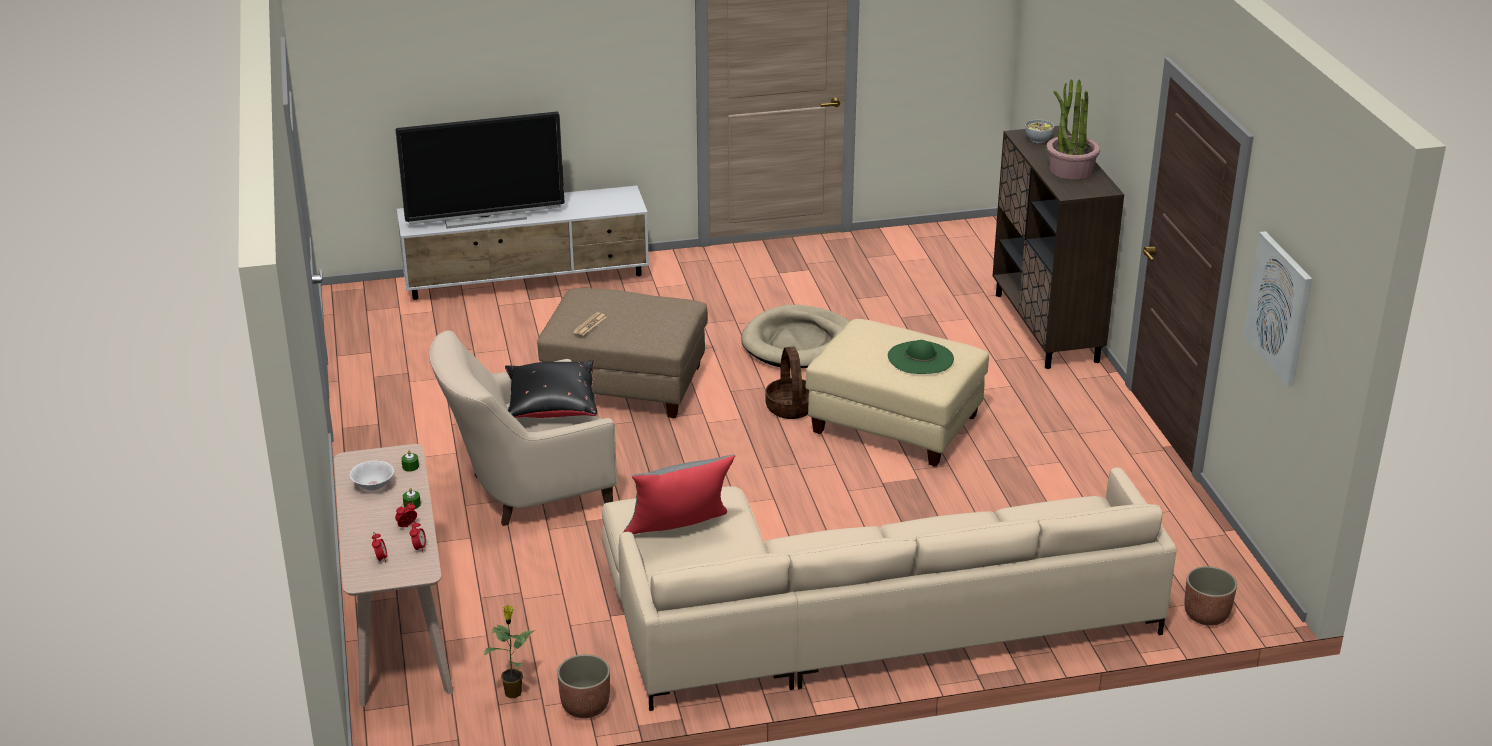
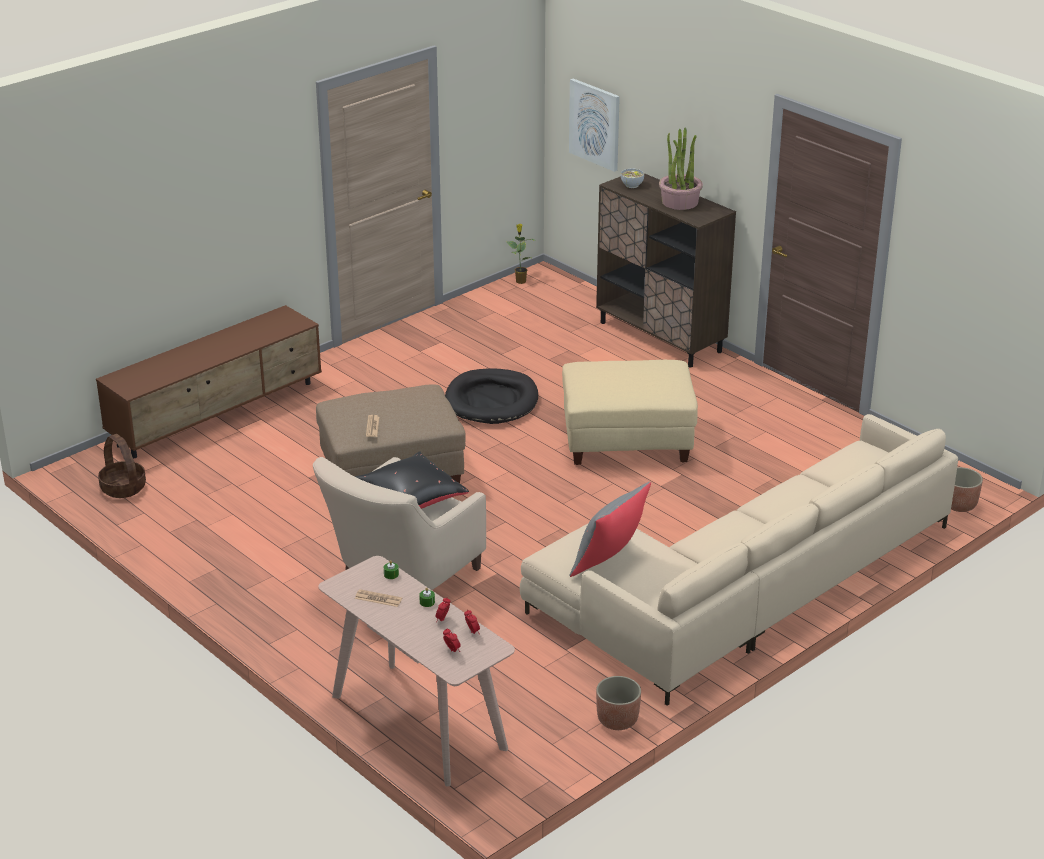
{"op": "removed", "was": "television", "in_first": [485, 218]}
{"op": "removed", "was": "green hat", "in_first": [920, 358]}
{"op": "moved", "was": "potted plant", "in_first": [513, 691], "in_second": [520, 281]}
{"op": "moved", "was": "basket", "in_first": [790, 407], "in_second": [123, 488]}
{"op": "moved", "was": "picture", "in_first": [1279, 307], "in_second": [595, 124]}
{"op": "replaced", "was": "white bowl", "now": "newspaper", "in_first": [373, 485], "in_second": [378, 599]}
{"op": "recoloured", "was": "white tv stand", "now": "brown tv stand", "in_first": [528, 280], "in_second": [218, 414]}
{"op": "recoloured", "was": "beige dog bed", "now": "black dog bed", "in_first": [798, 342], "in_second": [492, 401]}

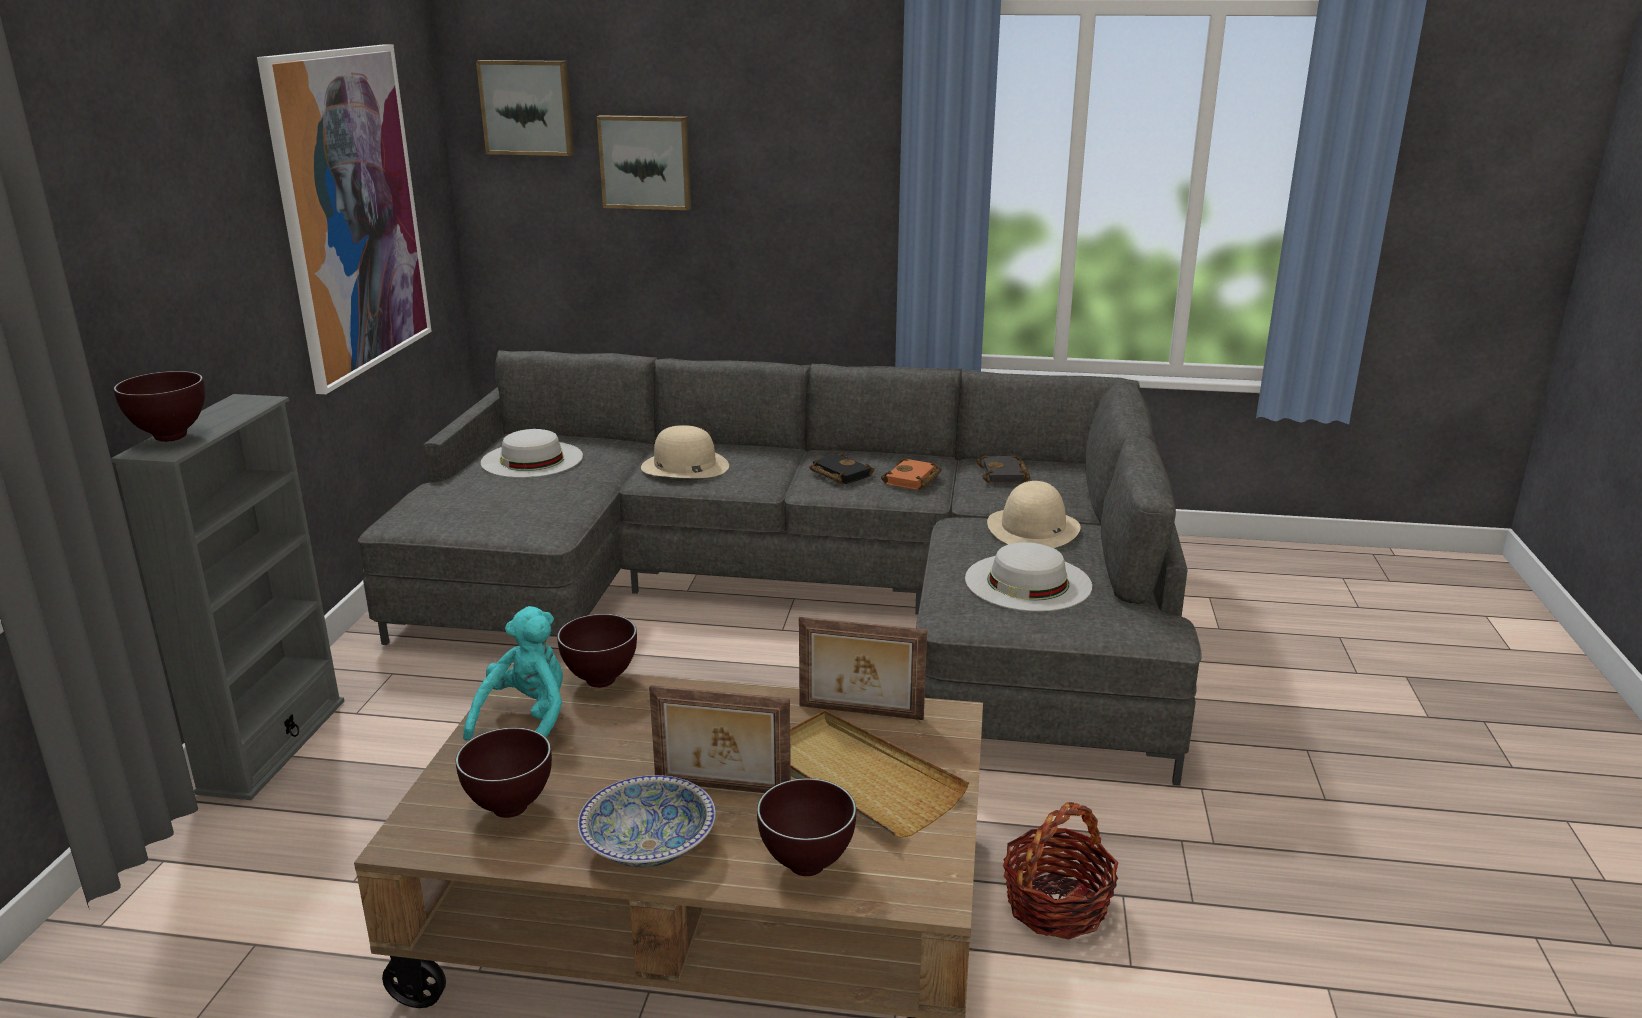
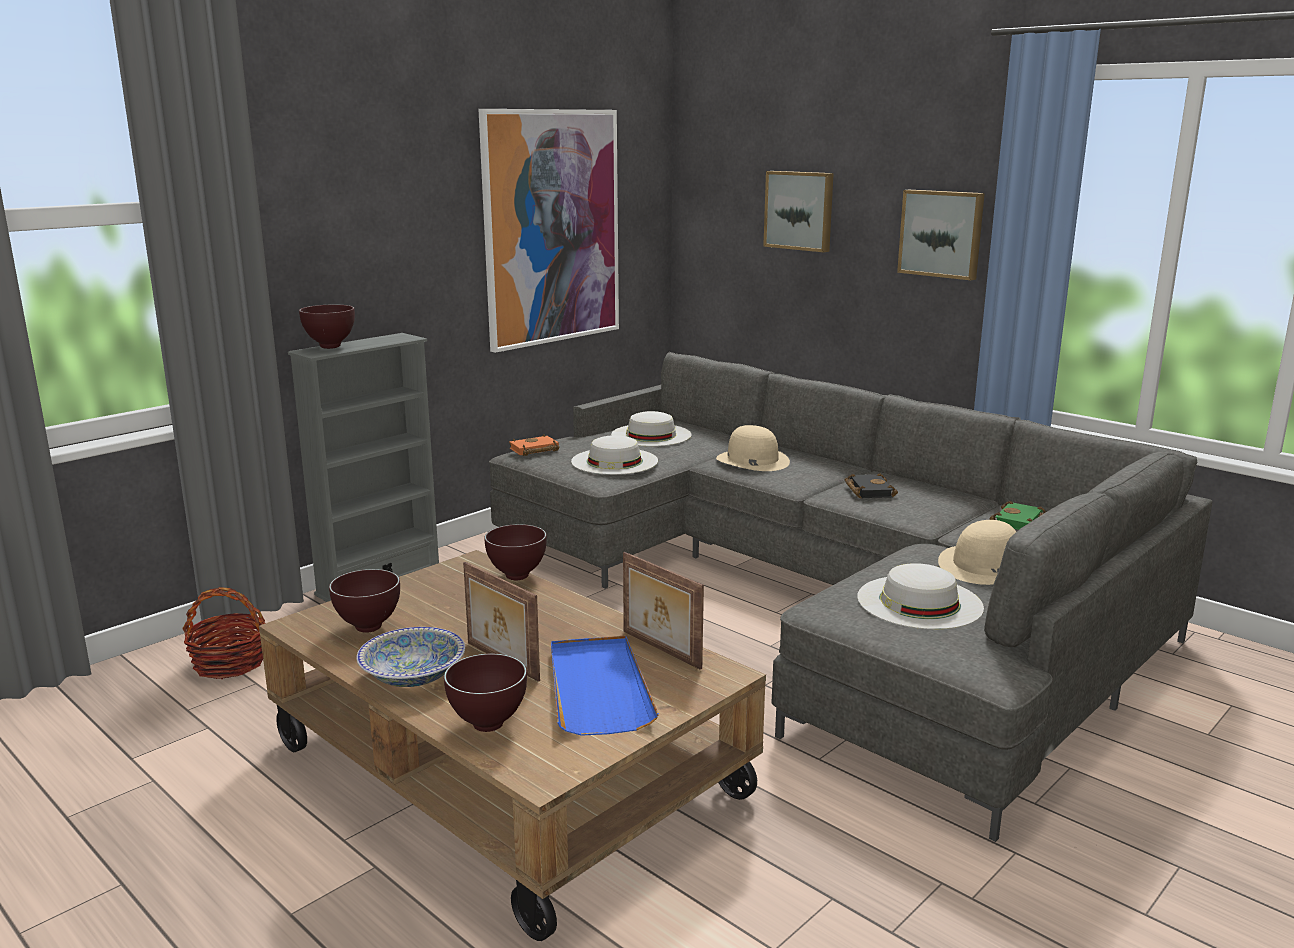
{"op": "removed", "was": "turquoise plush toy", "in_first": [527, 722]}
{"op": "added", "now": "white hat", "in_second": [614, 461]}
{"op": "moved", "was": "picture", "in_first": [527, 107], "in_second": [942, 233]}
{"op": "moved", "was": "orange book", "in_first": [913, 480], "in_second": [534, 450]}
{"op": "moved", "was": "basket", "in_first": [1056, 905], "in_second": [230, 663]}
{"op": "recoloured", "was": "beige tray", "now": "blue tray", "in_first": [858, 779], "in_second": [598, 688]}
{"op": "recoloured", "was": "black book", "now": "green book", "in_first": [1005, 475], "in_second": [1020, 522]}

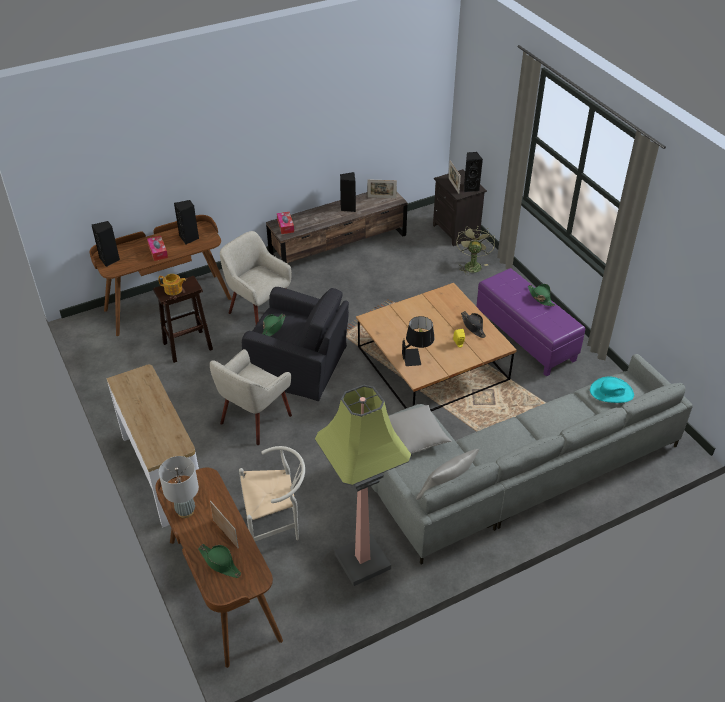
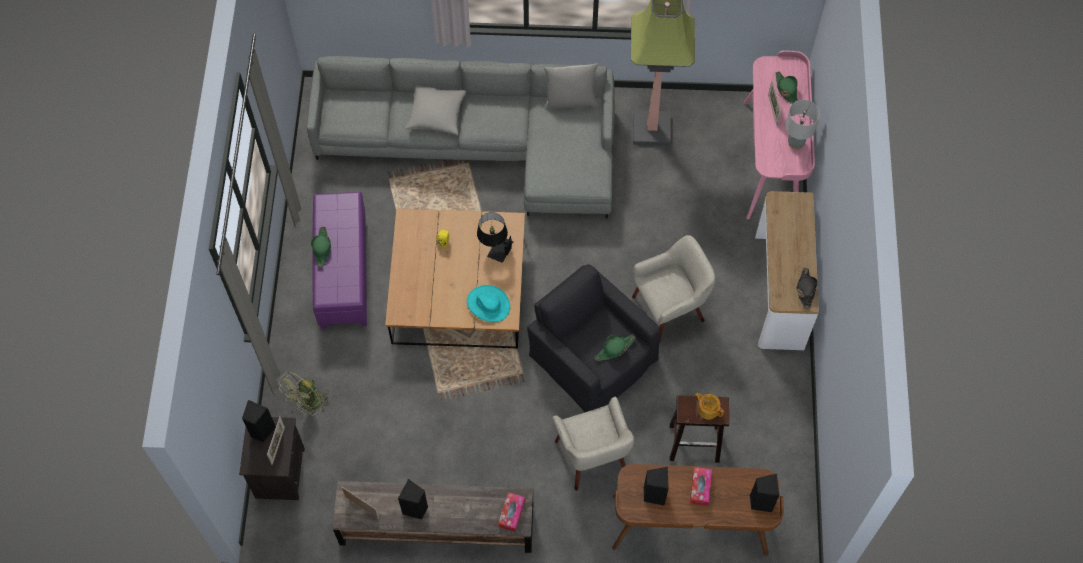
{"op": "removed", "was": "white chair", "in_first": [276, 526]}
{"op": "moved", "was": "grey pillow", "in_first": [414, 437], "in_second": [436, 114]}
{"op": "moved", "was": "black hat", "in_first": [473, 327], "in_second": [805, 289]}
{"op": "moved", "was": "turquoise hat", "in_first": [611, 392], "in_second": [488, 304]}
{"op": "recoloured", "was": "brown desk", "now": "pink desk", "in_first": [222, 589], "in_second": [771, 160]}

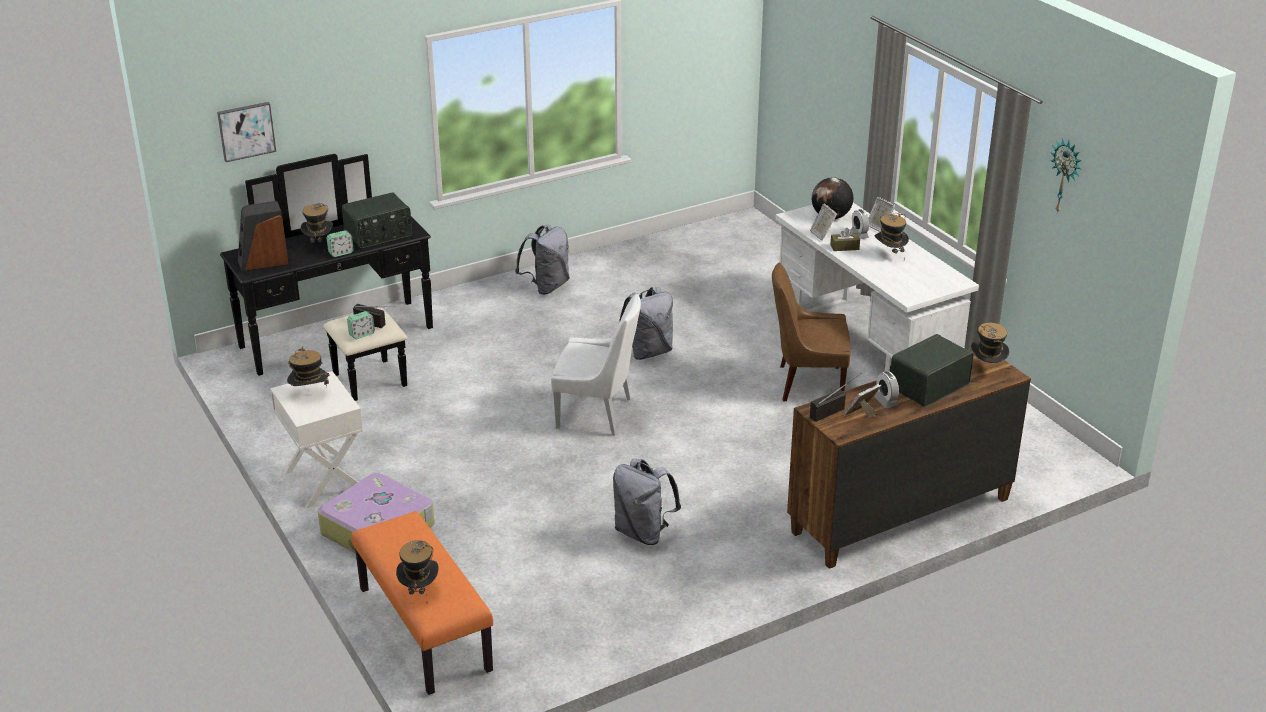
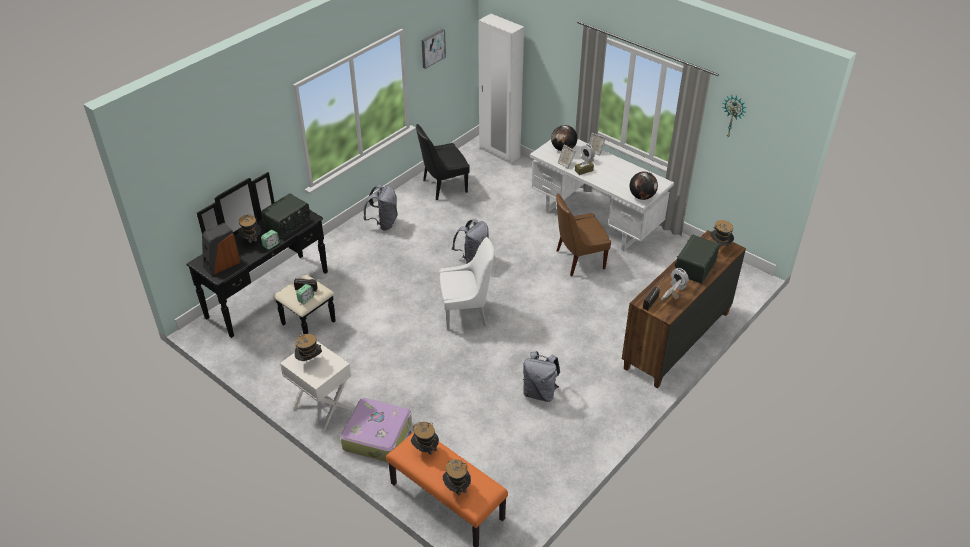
{"op": "added", "now": "black chair", "in_second": [443, 186]}
{"op": "added", "now": "white wardrobe", "in_second": [499, 153]}
{"op": "added", "now": "globe", "in_second": [642, 196]}
{"op": "moved", "was": "picture", "in_first": [246, 131], "in_second": [432, 48]}
{"op": "moved", "was": "hat", "in_first": [890, 255], "in_second": [425, 450]}

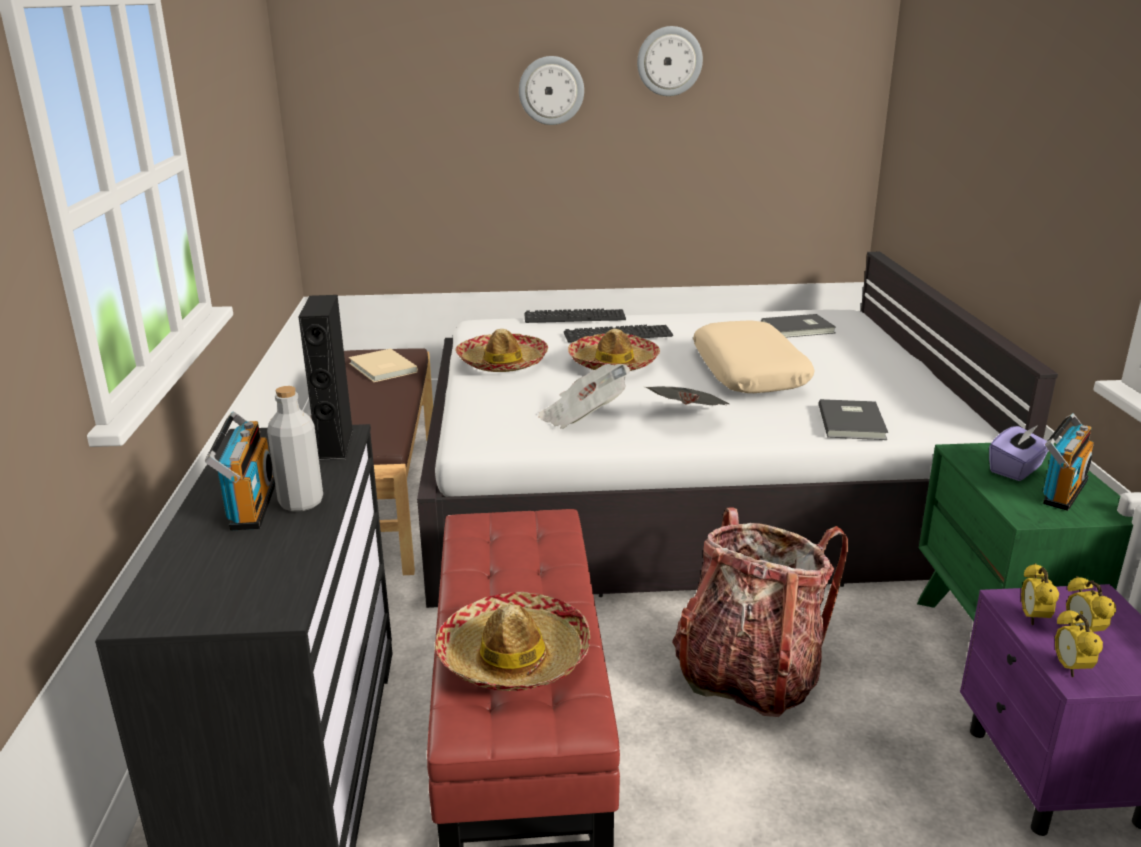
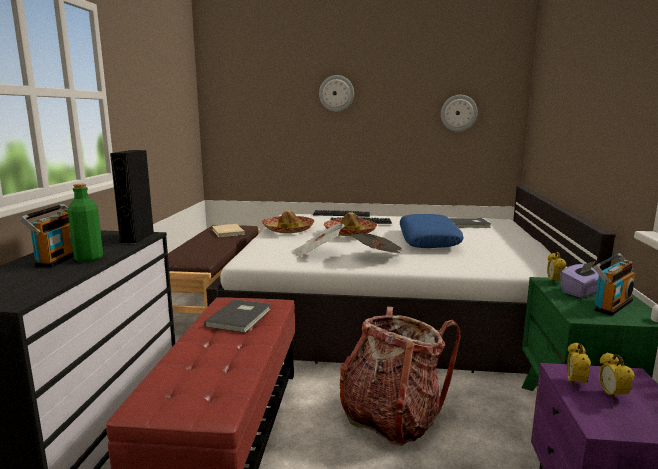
{"op": "removed", "was": "hat", "in_first": [514, 657]}
{"op": "moved", "was": "wall clock", "in_first": [669, 61], "in_second": [458, 113]}
{"op": "moved", "was": "grey book", "in_first": [853, 422], "in_second": [241, 317]}
{"op": "moved", "was": "alarm clock", "in_first": [1070, 668], "in_second": [554, 282]}
{"op": "recoloured", "was": "grey bottle", "now": "green bottle", "in_first": [301, 502], "in_second": [89, 258]}
{"op": "recoloured", "was": "beige pillow", "now": "blue pillow", "in_first": [750, 372], "in_second": [429, 241]}

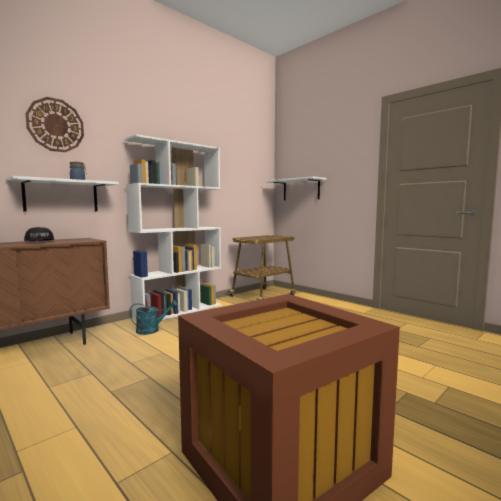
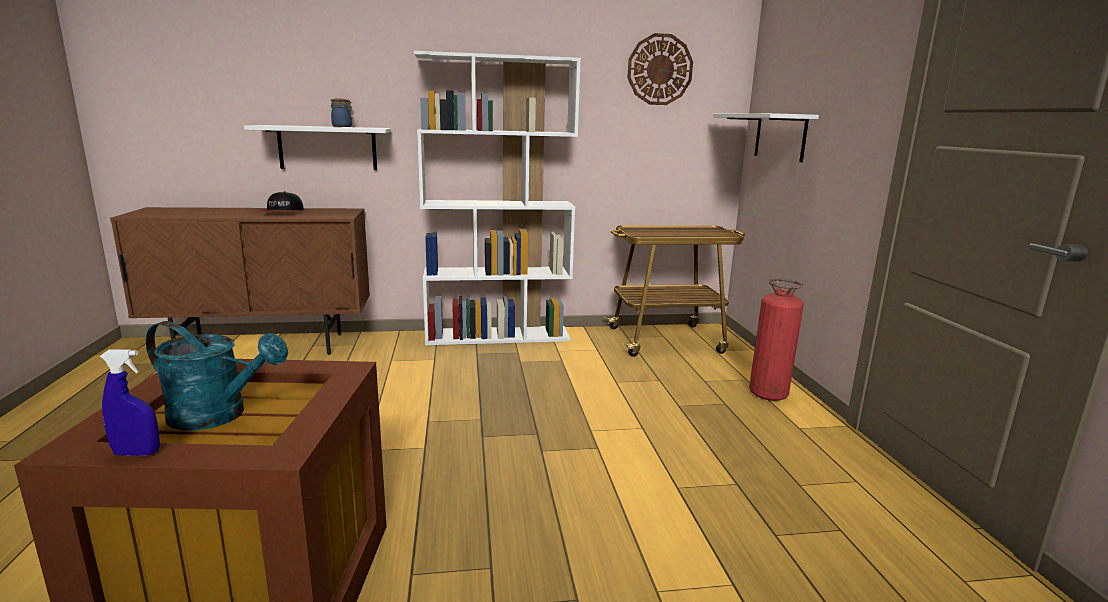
{"op": "added", "now": "blue spray bottle", "in_second": [137, 453]}
{"op": "added", "now": "fire extinguisher", "in_second": [768, 394]}
{"op": "moved", "was": "wall clock", "in_first": [55, 125], "in_second": [659, 69]}
{"op": "moved", "was": "turquoise watering can", "in_first": [152, 330], "in_second": [219, 416]}

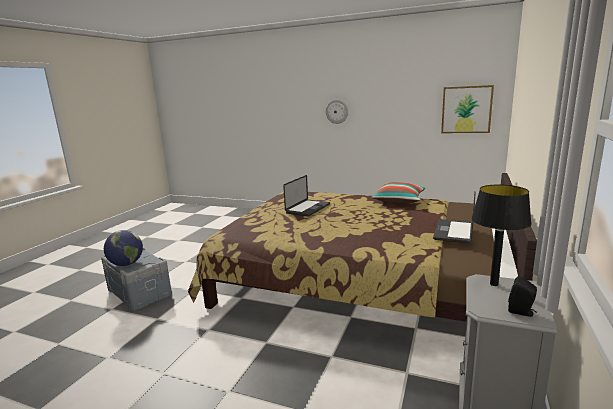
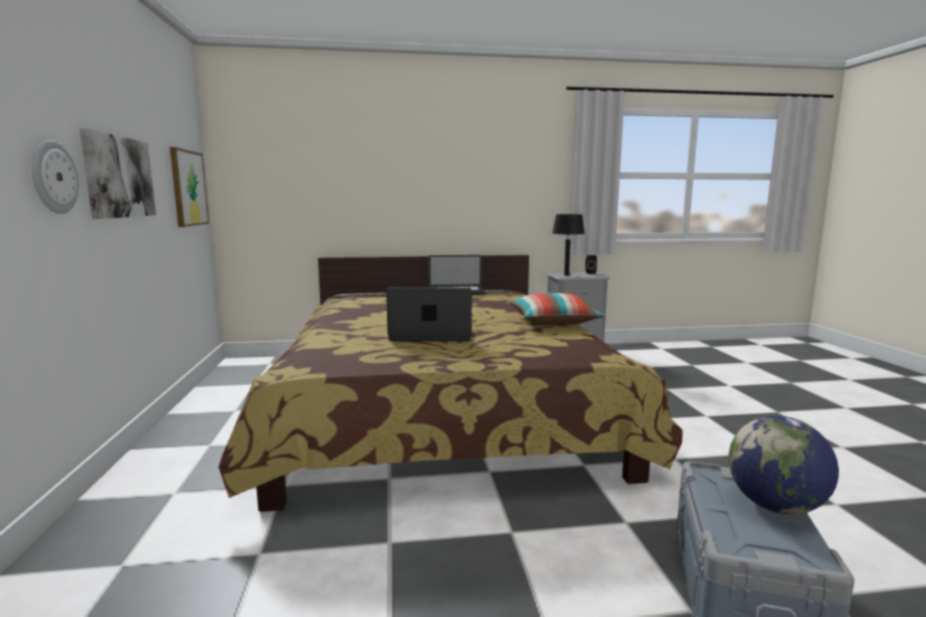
{"op": "added", "now": "picture", "in_second": [119, 177]}
{"op": "moved", "was": "pillow", "in_first": [399, 201], "in_second": [553, 322]}

